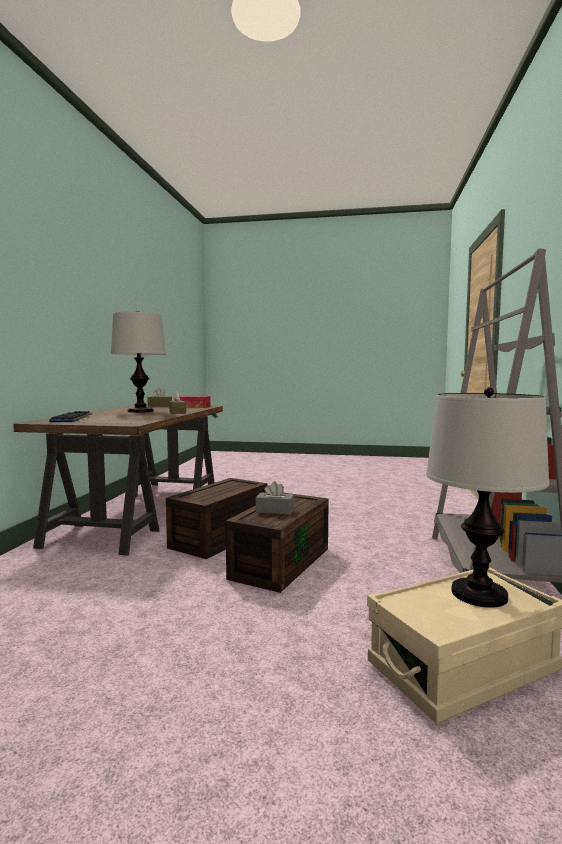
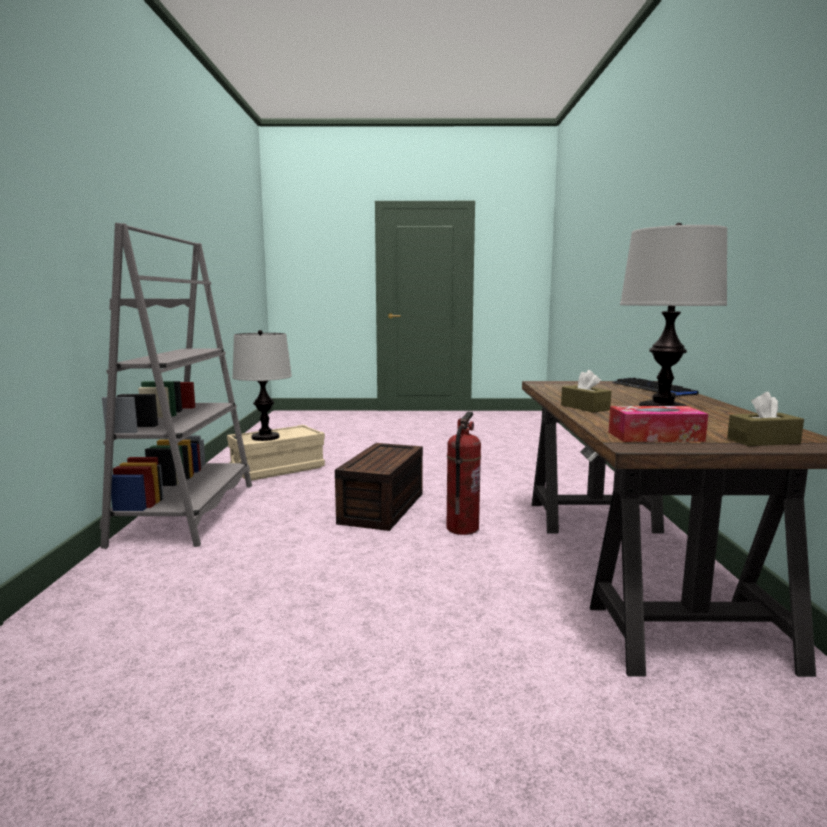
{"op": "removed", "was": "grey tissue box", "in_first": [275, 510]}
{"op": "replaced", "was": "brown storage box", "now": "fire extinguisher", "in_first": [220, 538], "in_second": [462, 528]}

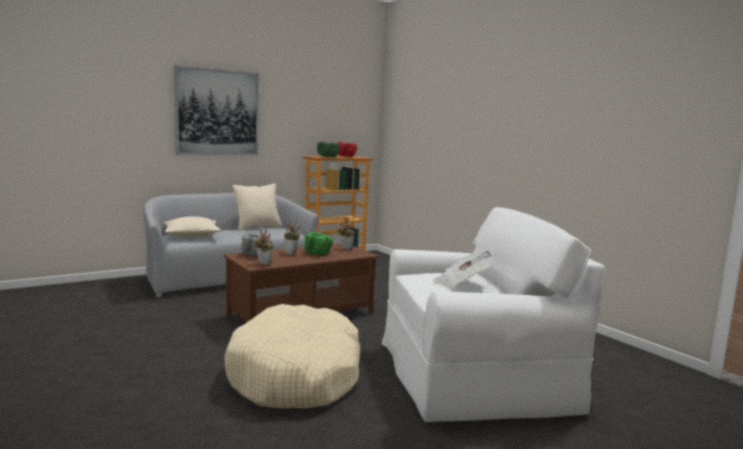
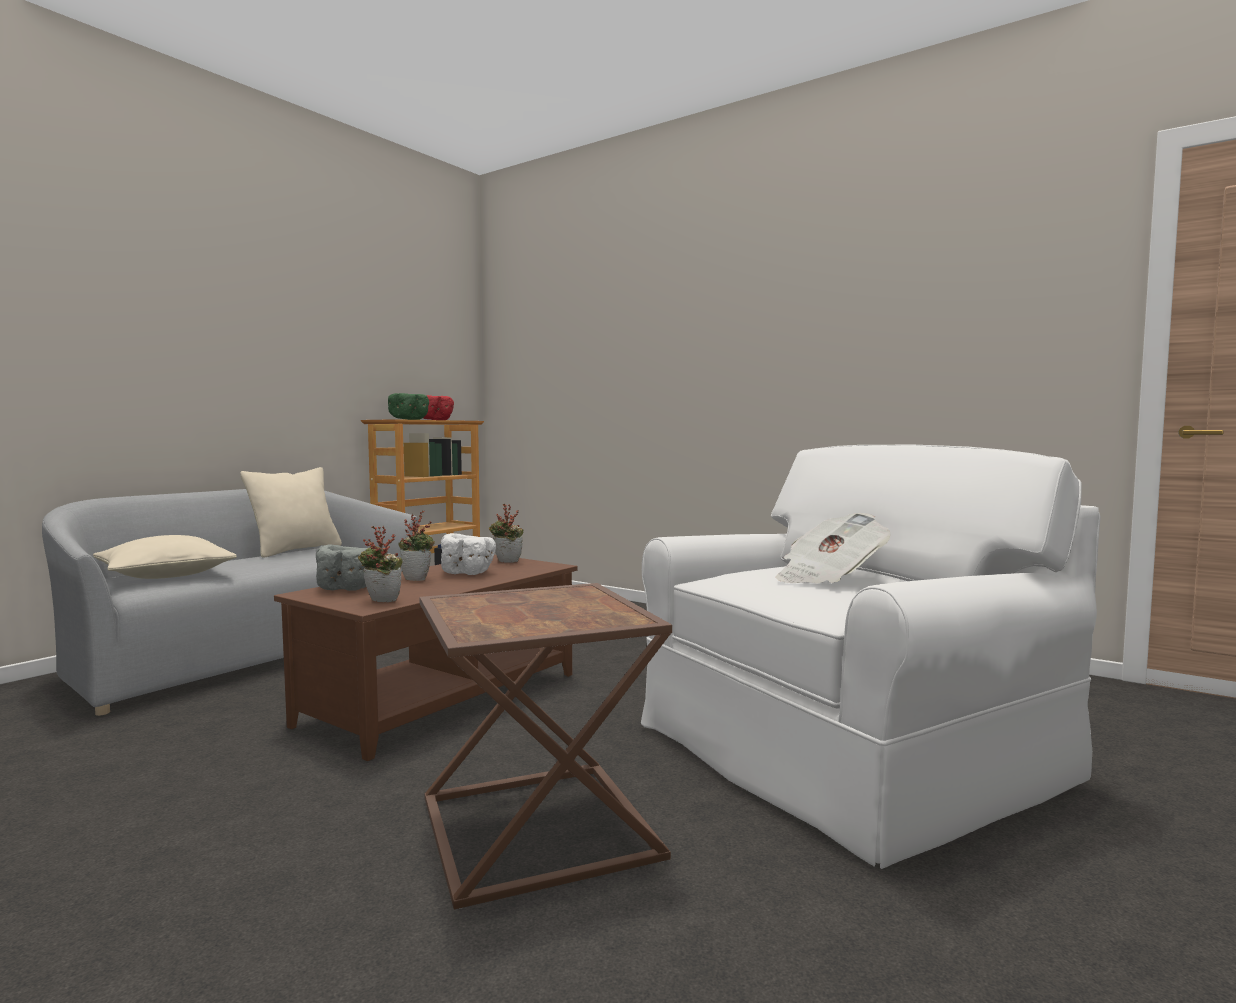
{"op": "removed", "was": "picture", "in_first": [217, 112]}
{"op": "replaced", "was": "beige dog bed", "now": "brown side table", "in_first": [296, 375], "in_second": [533, 828]}
{"op": "recoloured", "was": "green bowl", "now": "white bowl", "in_first": [318, 253], "in_second": [467, 573]}

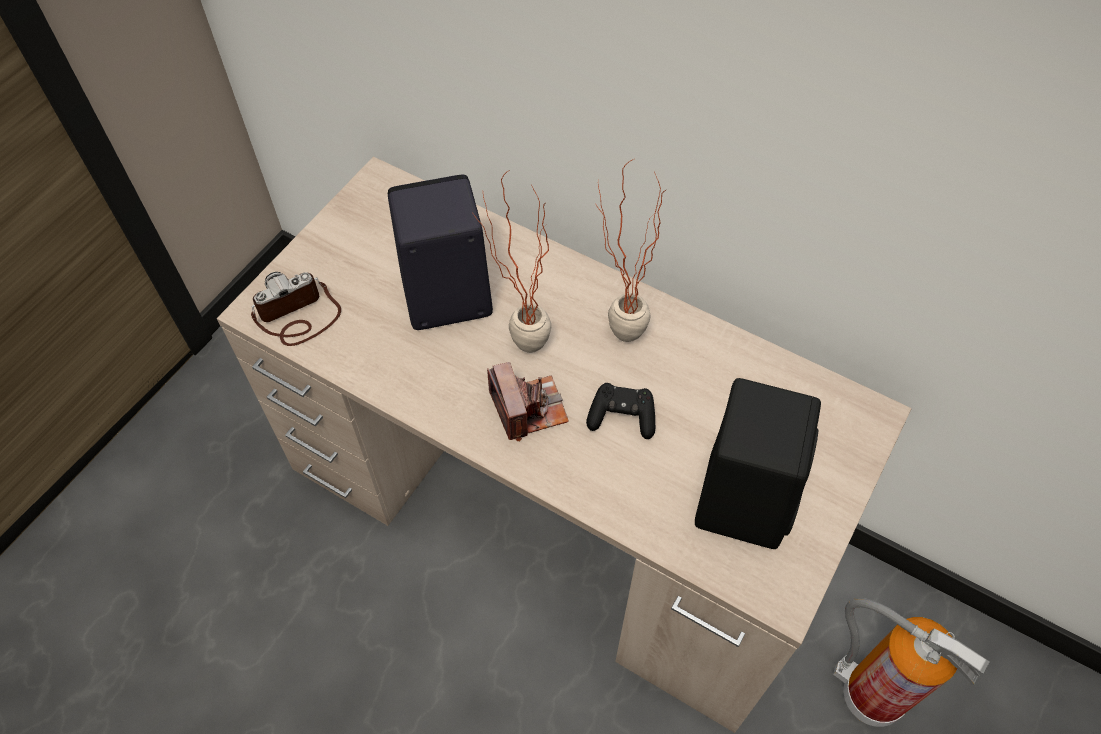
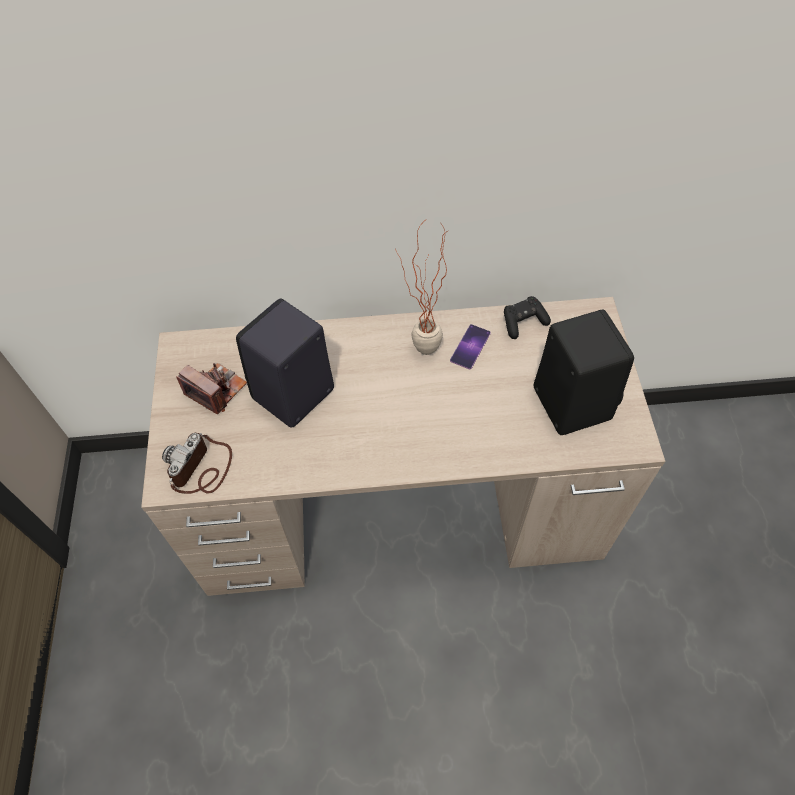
{"op": "removed", "was": "potted plant", "in_first": [517, 345]}
{"op": "removed", "was": "fire extinguisher", "in_first": [867, 694]}
{"op": "added", "now": "phone", "in_second": [470, 347]}
{"op": "moved", "was": "photo camera", "in_first": [528, 408], "in_second": [216, 390]}
{"op": "moved", "was": "black game controller", "in_first": [622, 417], "in_second": [523, 322]}

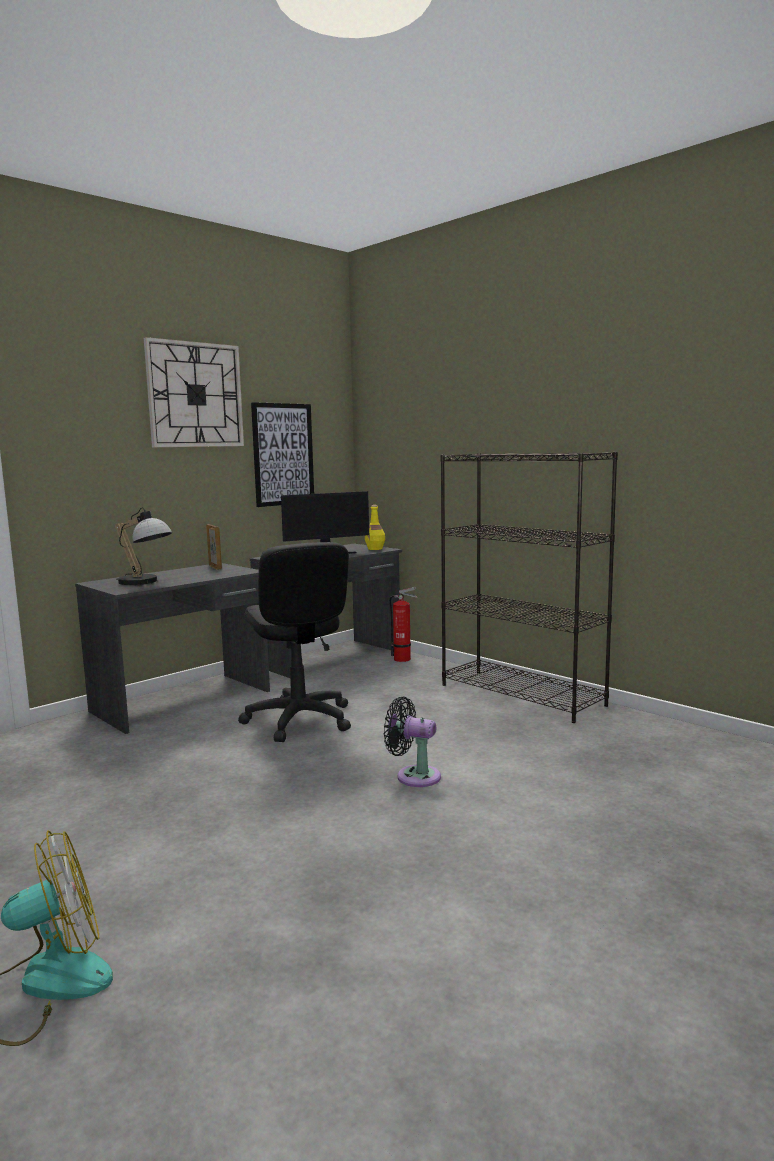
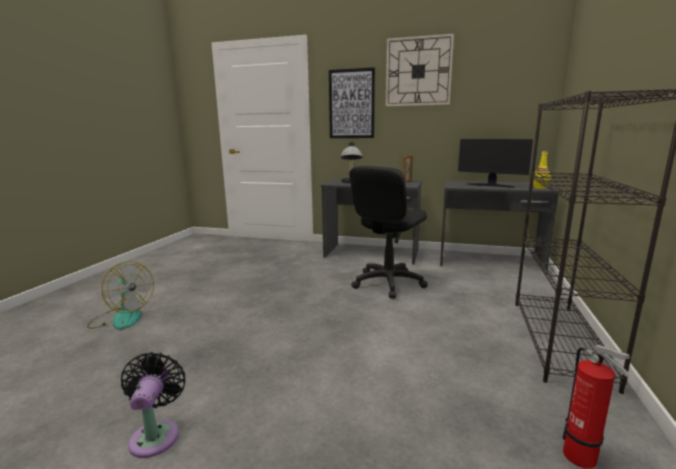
{"op": "moved", "was": "picture", "in_first": [283, 454], "in_second": [351, 104]}
{"op": "moved", "was": "black fan", "in_first": [414, 776], "in_second": [156, 434]}
{"op": "moved", "was": "fire extinguisher", "in_first": [404, 659], "in_second": [583, 459]}

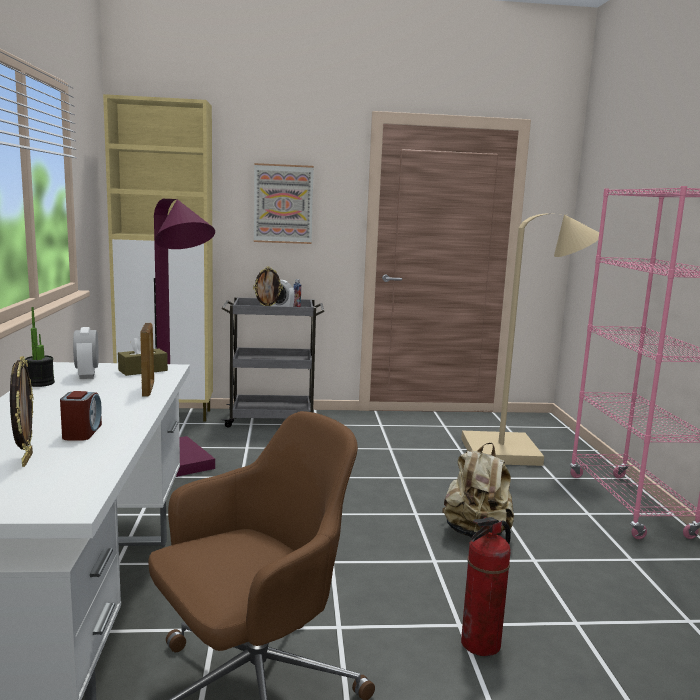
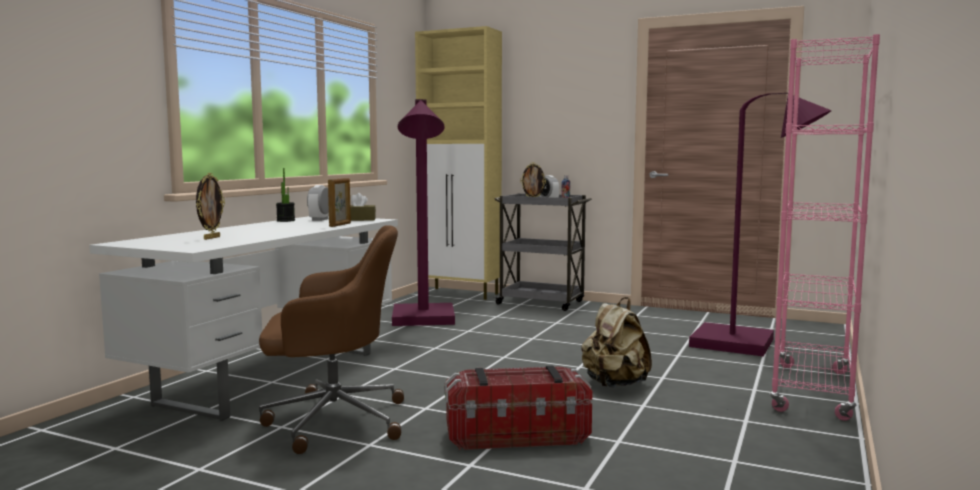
{"op": "removed", "was": "alarm clock", "in_first": [82, 432]}
{"op": "removed", "was": "picture", "in_first": [283, 204]}
{"op": "replaced", "was": "fire extinguisher", "now": "storage box", "in_first": [481, 644], "in_second": [516, 435]}
{"op": "recoloured", "was": "beige floor lamp", "now": "purple floor lamp", "in_first": [514, 452], "in_second": [746, 344]}

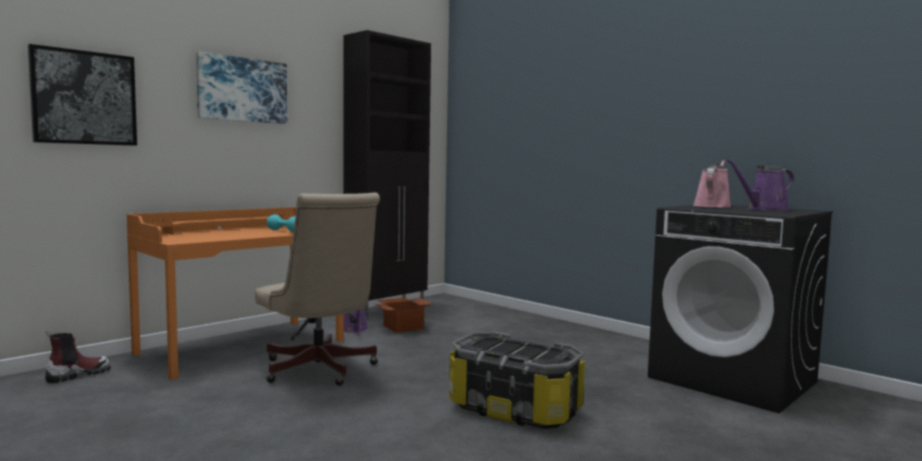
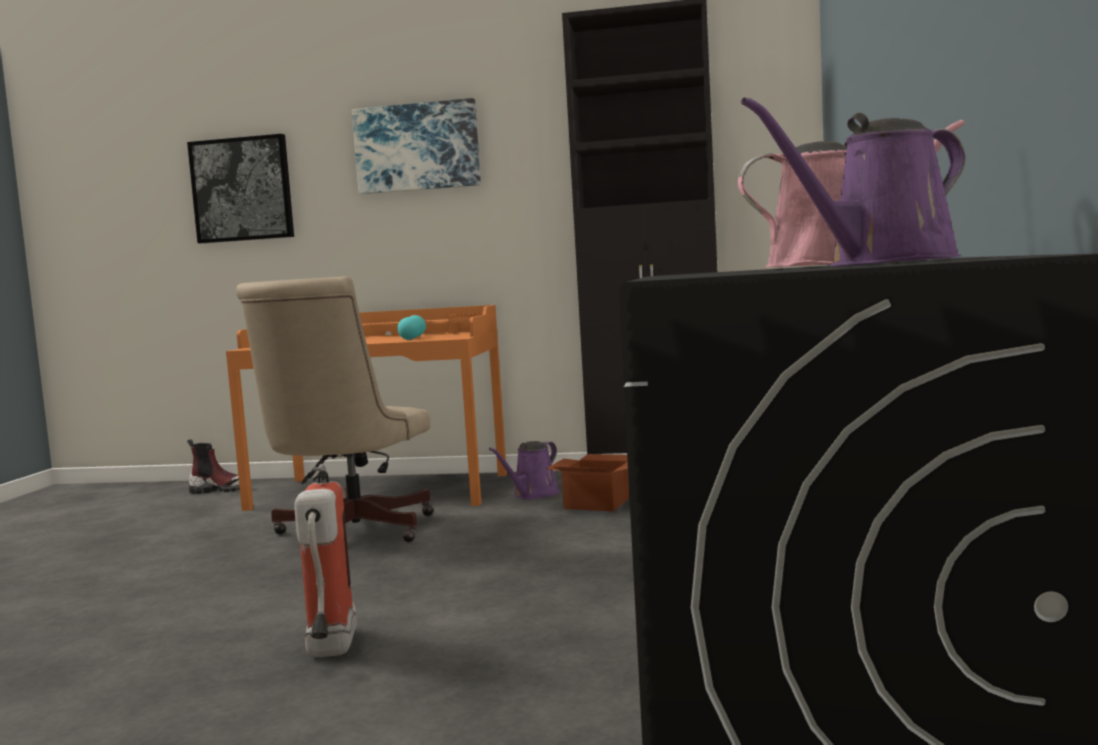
{"op": "replaced", "was": "storage box", "now": "fire extinguisher", "in_first": [515, 409], "in_second": [330, 650]}
{"op": "turned", "was": "purple watering can", "in_first": [764, 209], "in_second": [882, 263], "clockwise": -60}

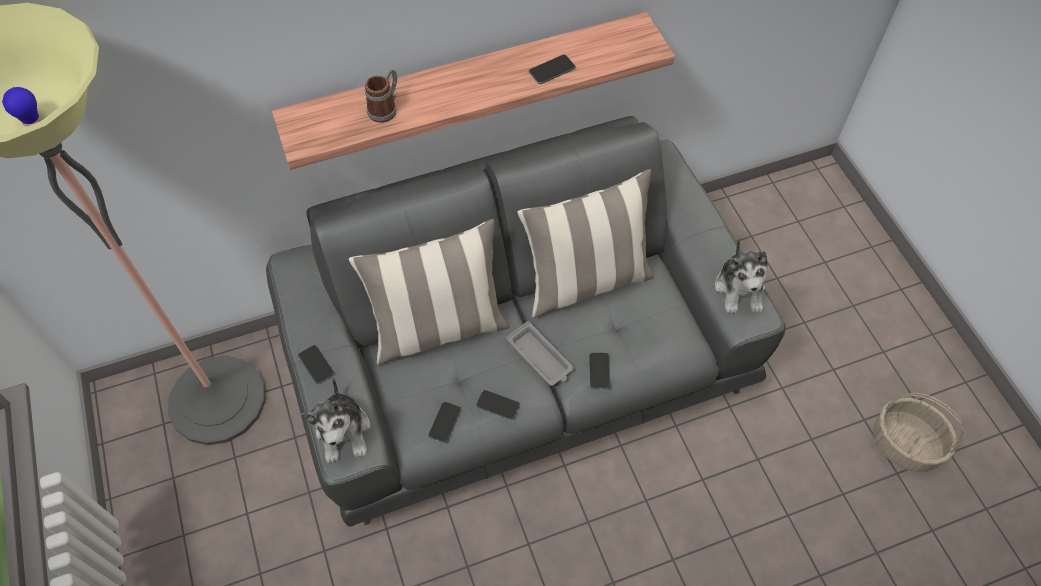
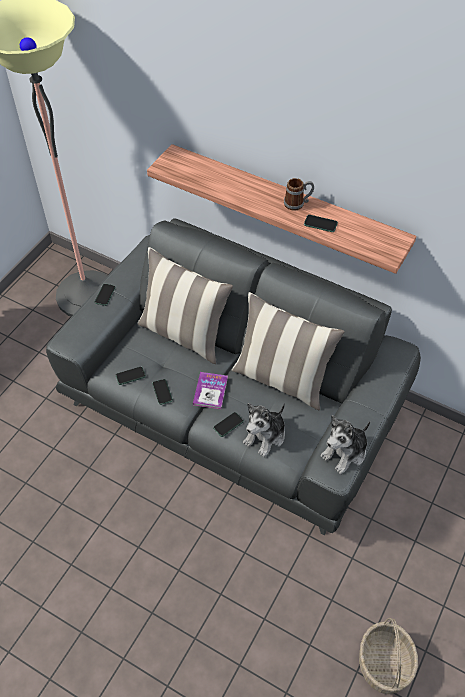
{"op": "moved", "was": "plush toy", "in_first": [344, 431], "in_second": [265, 436]}
{"op": "moved", "was": "mug", "in_first": [386, 108], "in_second": [298, 203]}
{"op": "replaced", "was": "grey tray", "now": "book", "in_first": [540, 357], "in_second": [210, 391]}

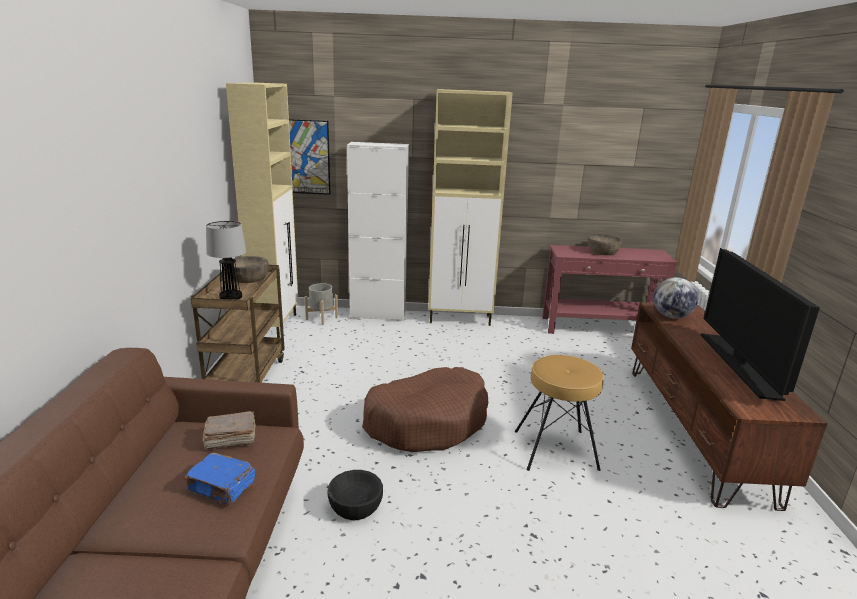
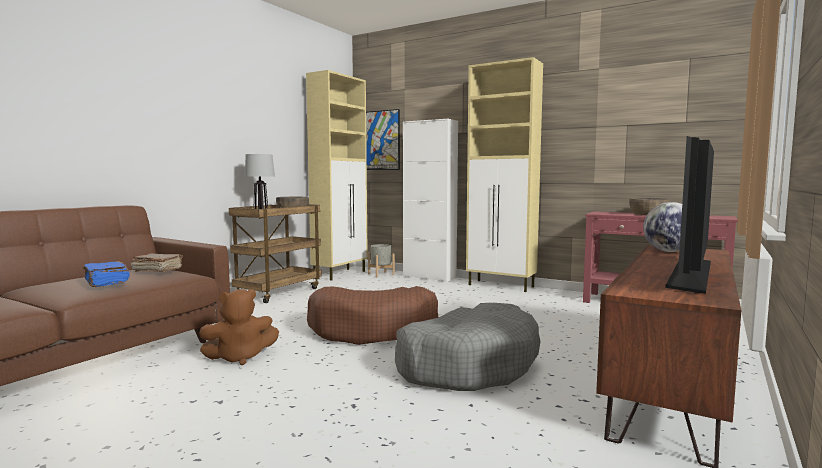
{"op": "replaced", "was": "black bowl", "now": "brown plush toy", "in_first": [355, 506], "in_second": [240, 357]}
{"op": "replaced", "was": "brown stool", "now": "grey dog bed", "in_first": [555, 450], "in_second": [467, 364]}

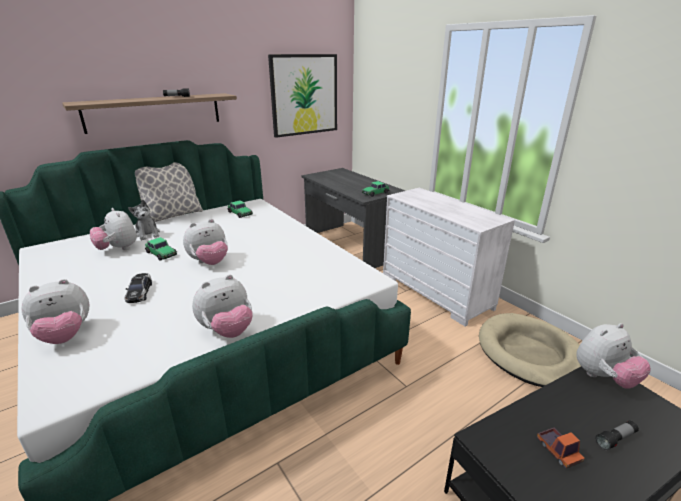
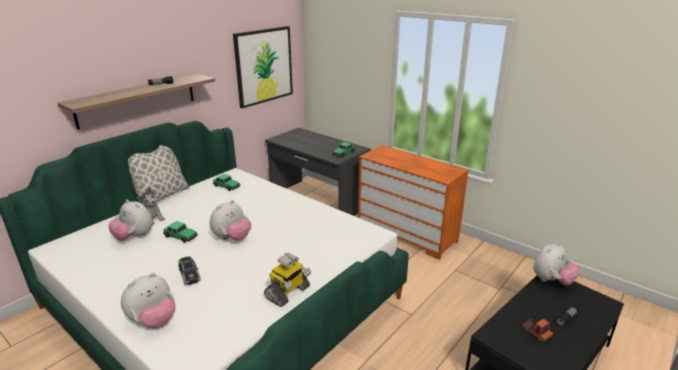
{"op": "removed", "was": "beige dog bed", "in_first": [530, 354]}
{"op": "replaced", "was": "plush toy", "now": "toy robot", "in_first": [227, 331], "in_second": [288, 293]}
{"op": "recoloured", "was": "white dresser", "now": "orange dresser", "in_first": [436, 291], "in_second": [407, 233]}

